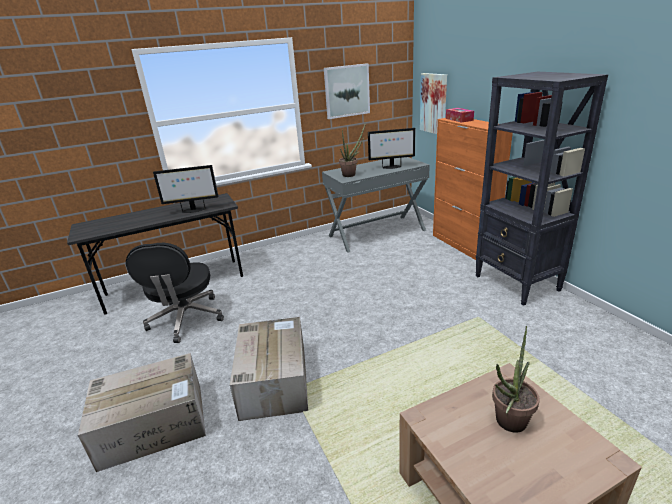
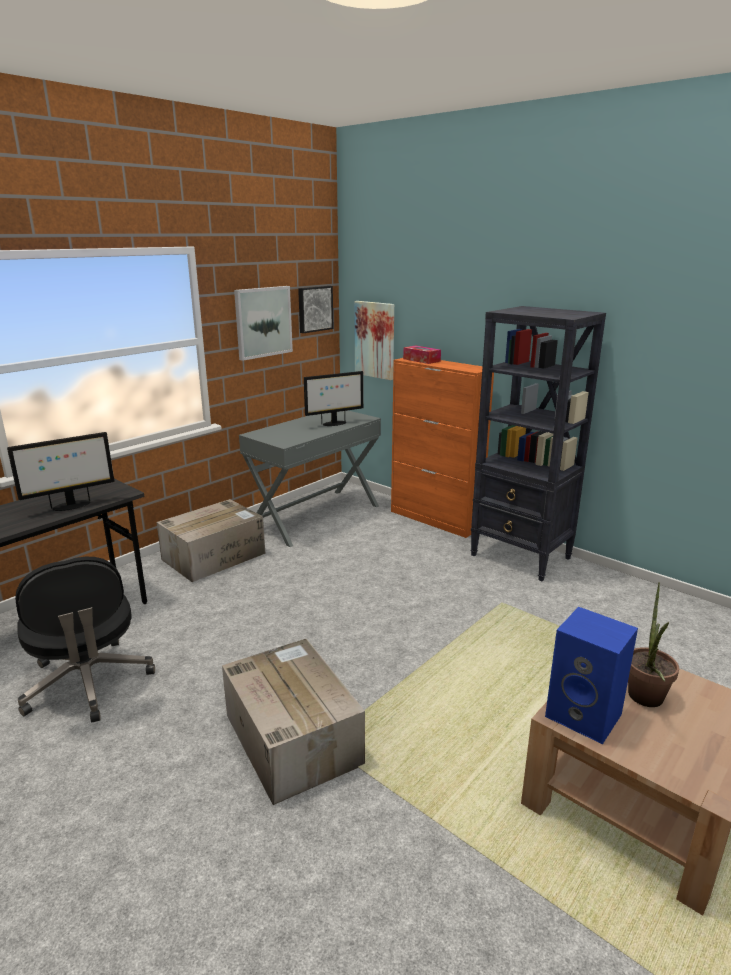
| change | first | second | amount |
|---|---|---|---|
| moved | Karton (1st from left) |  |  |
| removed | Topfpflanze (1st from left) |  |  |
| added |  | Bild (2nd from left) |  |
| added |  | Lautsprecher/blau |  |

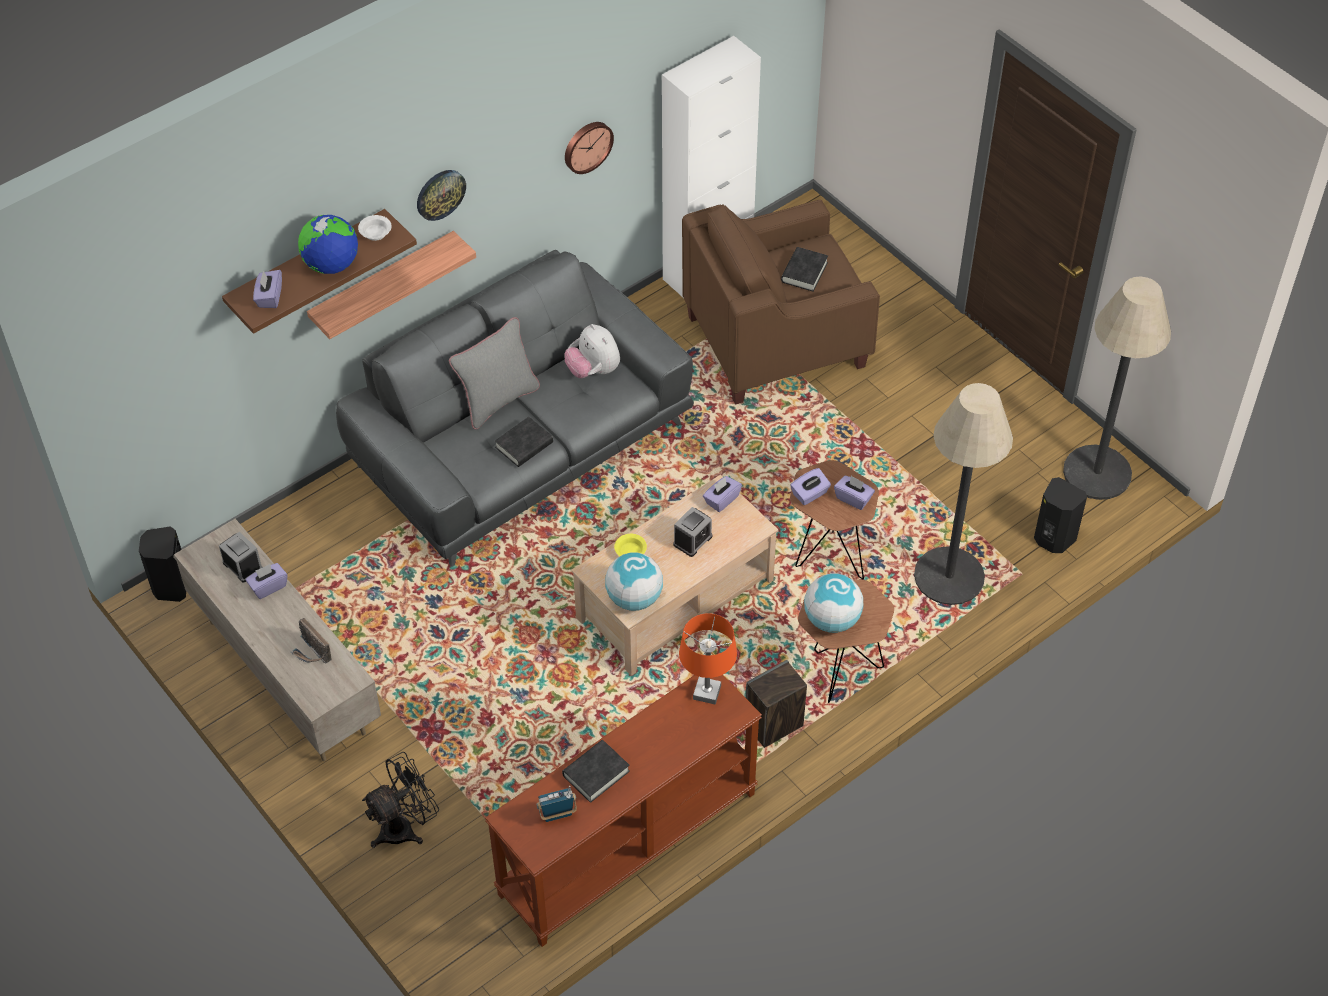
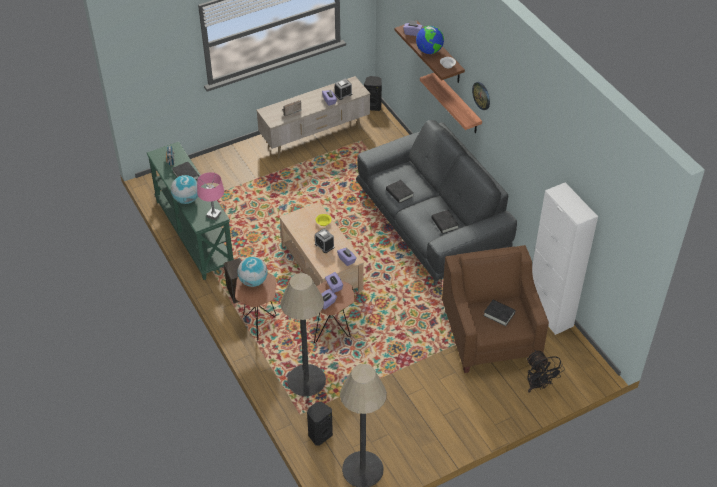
| change | first | second | amount |
|---|---|---|---|
| moved | Ventilator/schwarz |  |  |
| removed | Kissen/grau |  |  |
| recoloured | Konsolentisch/braun | Konsolentisch/grün |  |
| replaced | Plüschtier | Buch/schwarz (3rd from left) |  |
| removed | Wanduhr (2nd from left) |  |  |
| moved | Globus (2nd from left in the first image) | Globus (1st from left) |  |
| recoloured | Tischlampe/orange | Tischlampe/rosa |  |

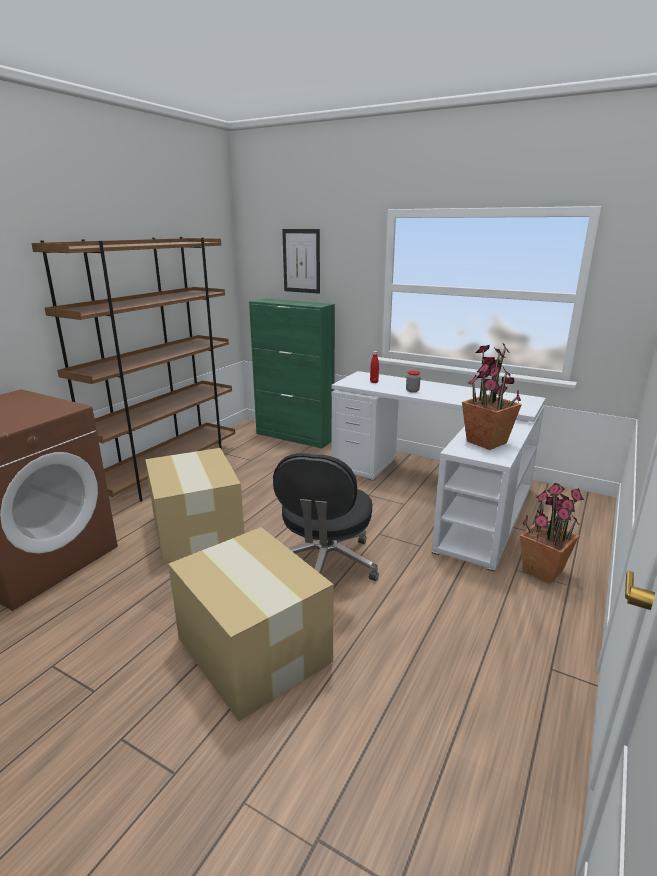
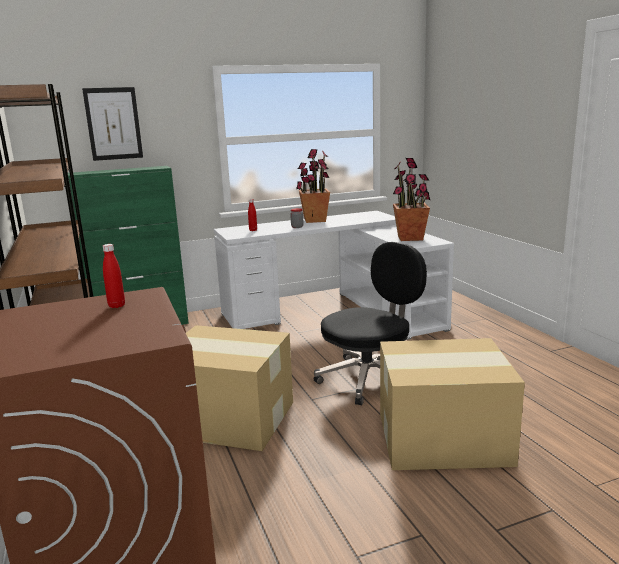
| change | first | second | amount |
|---|---|---|---|
| turned | Bürostuhl/schwarz |  | 90 degrees counterclockwise |
| moved | Topfpflanze (2nd from left in the first image) | Topfpflanze (1st from left) |  |
| added |  | Flasche/rot (1st from left) |  |

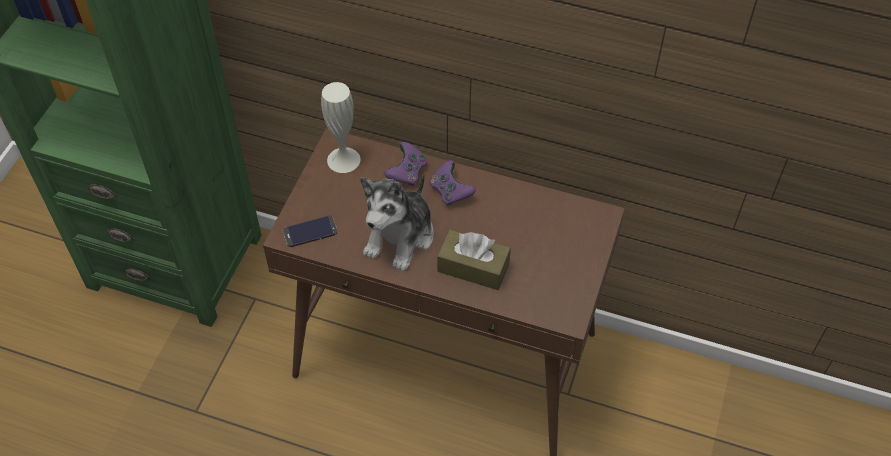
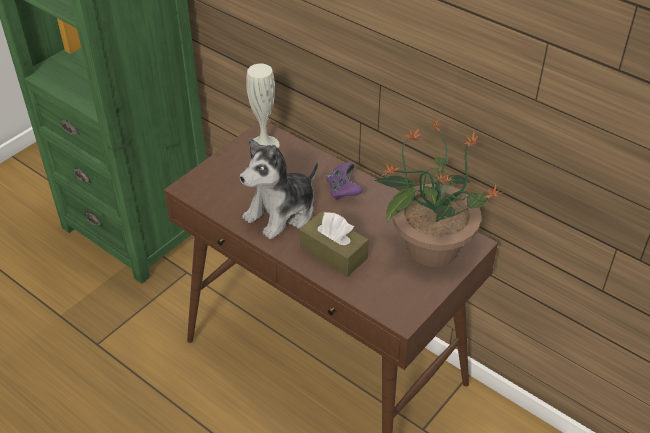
| change | first | second | amount |
|---|---|---|---|
| removed | Handy |  |  |
| removed | Gamepad/lila (1st from left) |  |  |
| added |  | Topfpflanze |  |

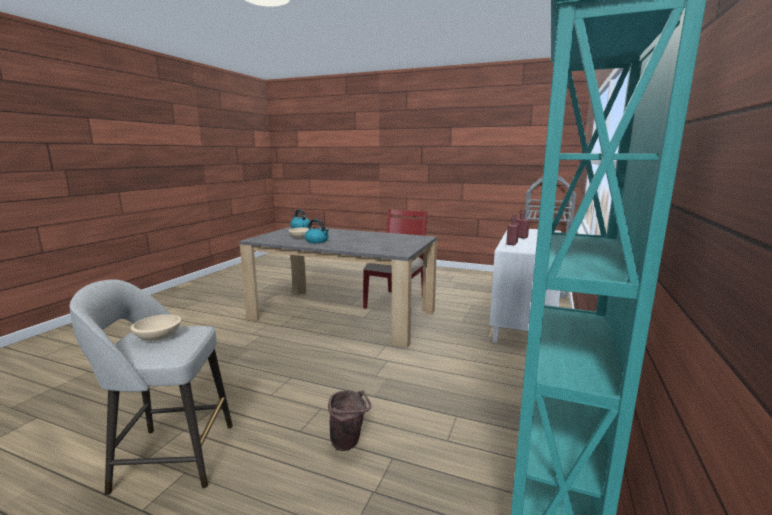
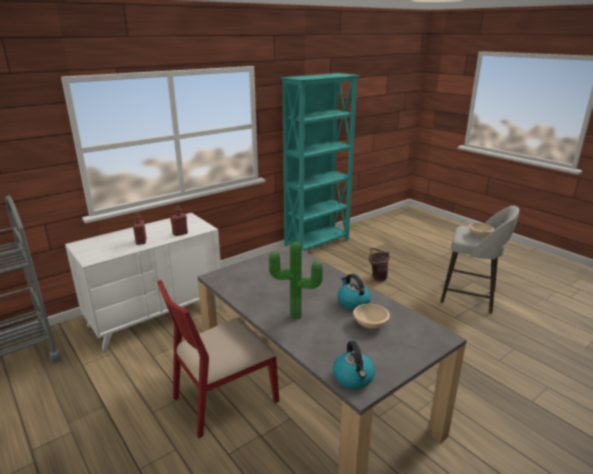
| change | first | second | amount |
|---|---|---|---|
| added |  | Topfpflanze |  |

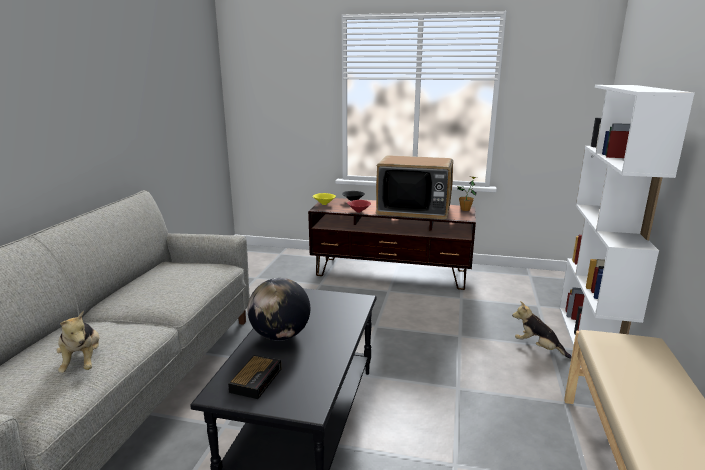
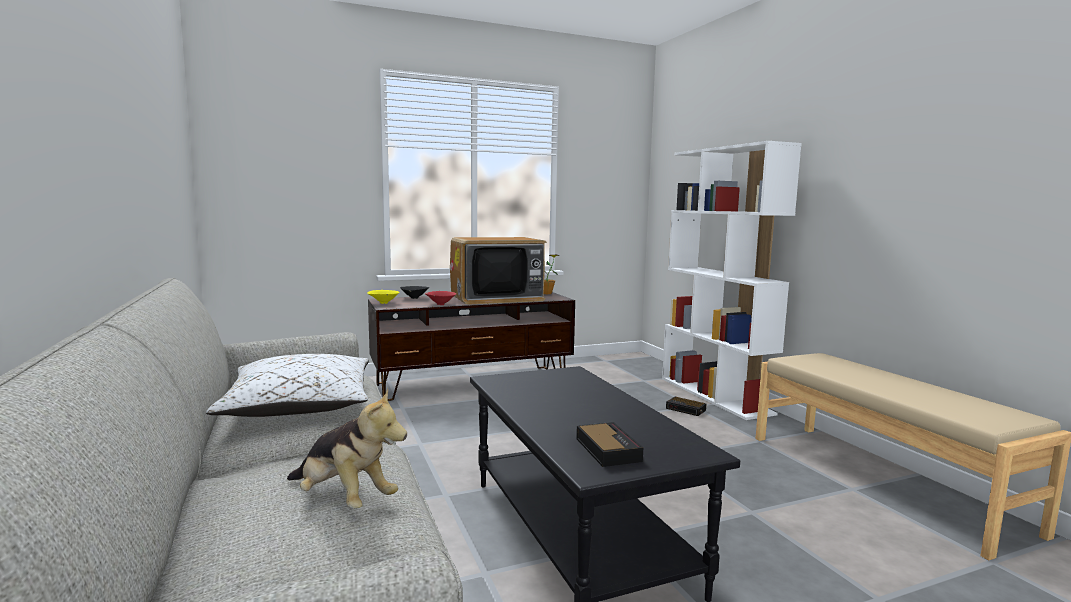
| change | first | second | amount |
|---|---|---|---|
| removed | Globus |  |  |
| replaced | Plüschtier (2nd from left) | Wecker (2nd from left) |  |
| added |  | Kissen/weiß |  |

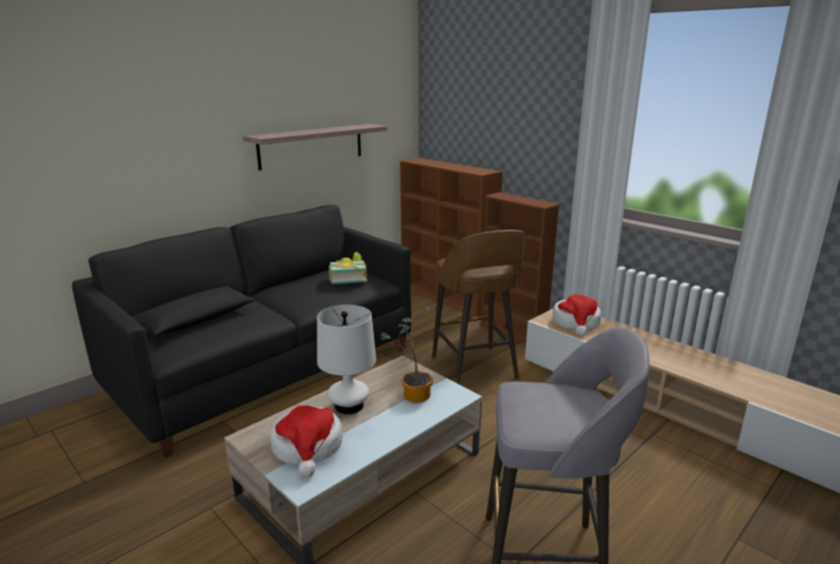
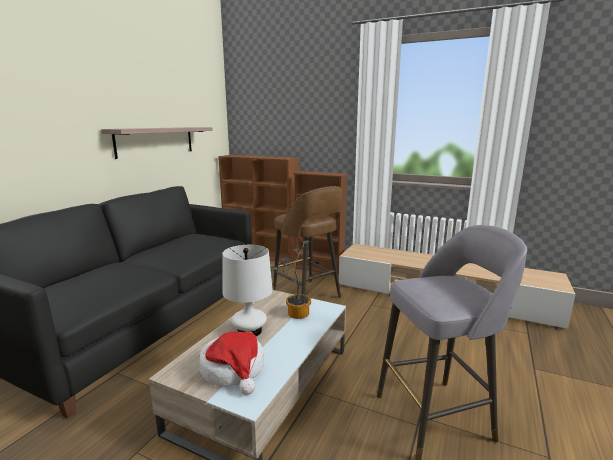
| change | first | second | amount |
|---|---|---|---|
| removed | Kissen/schwarz |  |  |
| removed | Buch |  |  |
| removed | Hut (2nd from left) |  |  |

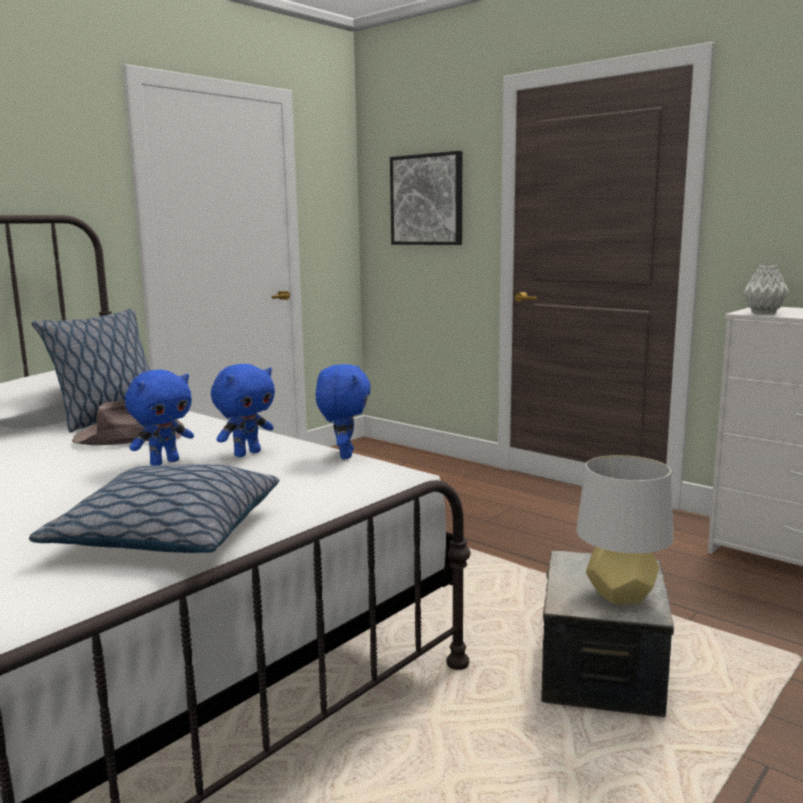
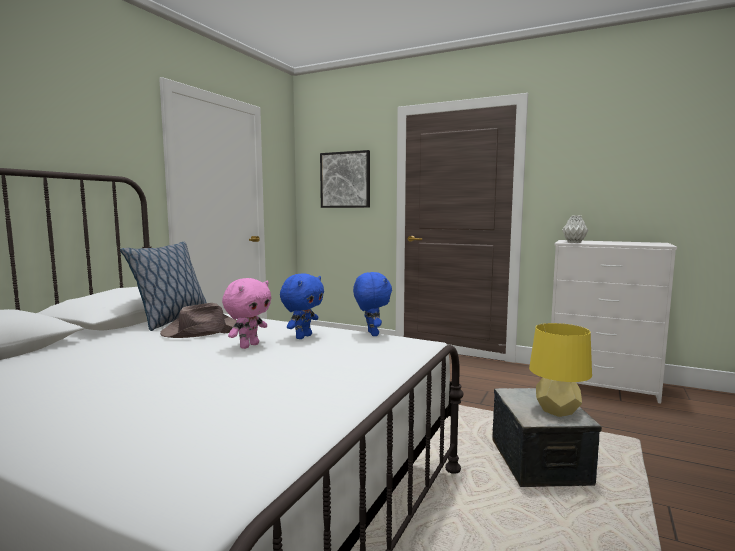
| change | first | second | amount |
|---|---|---|---|
| removed | Kissen (2nd from left) |  |  |
| recoloured | Plüschtier/blau (1st from left) | Plüschtier/rosa |  |
| recoloured | Tischlampe/grau | Tischlampe/gelb |  |

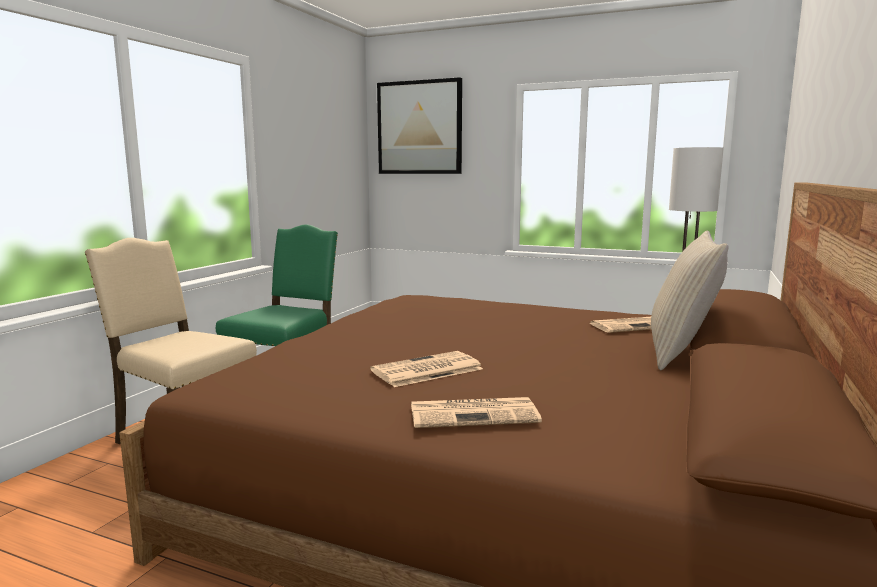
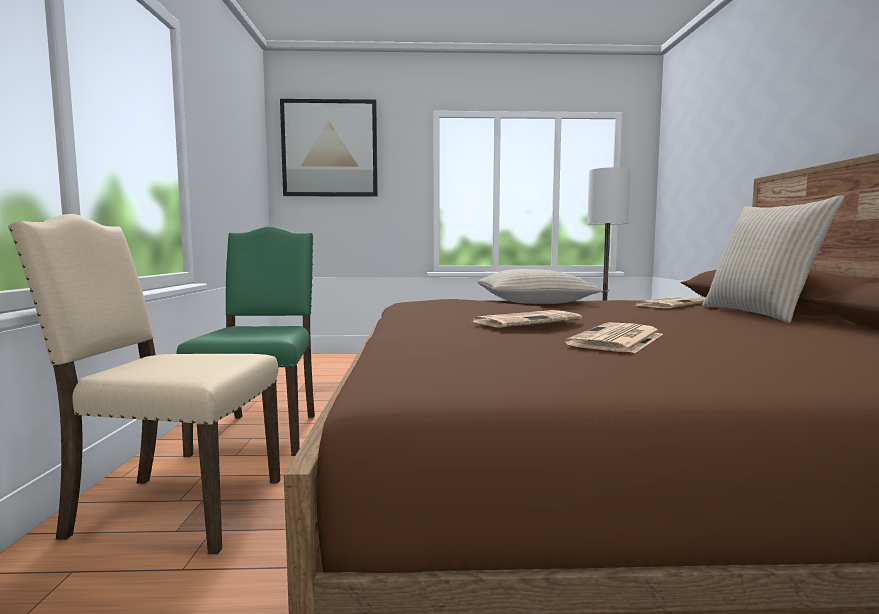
| change | first | second | amount |
|---|---|---|---|
| moved | Zeitung (2nd from left in the first image) | Zeitung (1st from left) |  |
| added |  | Kissen/beige (1st from left) |  |

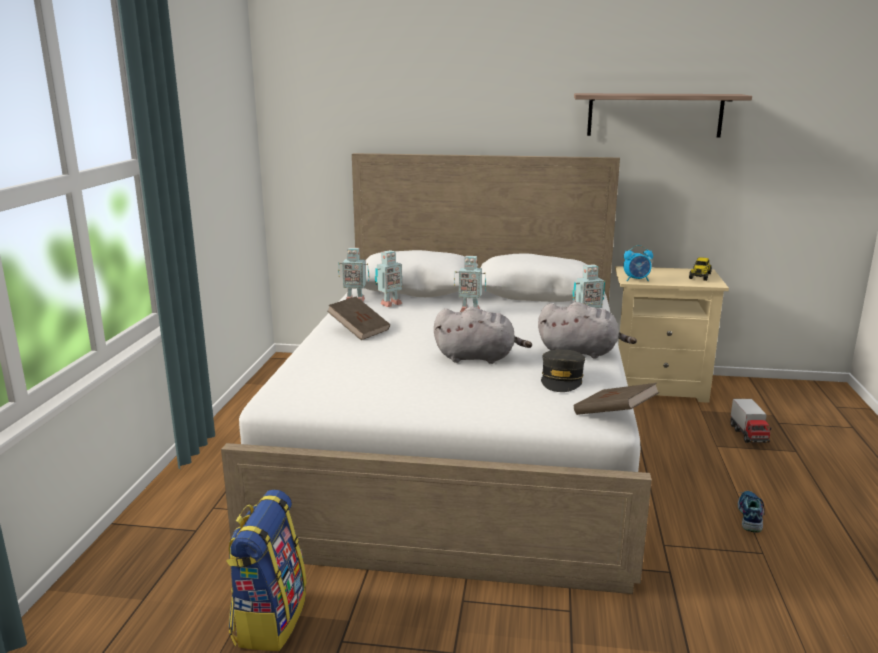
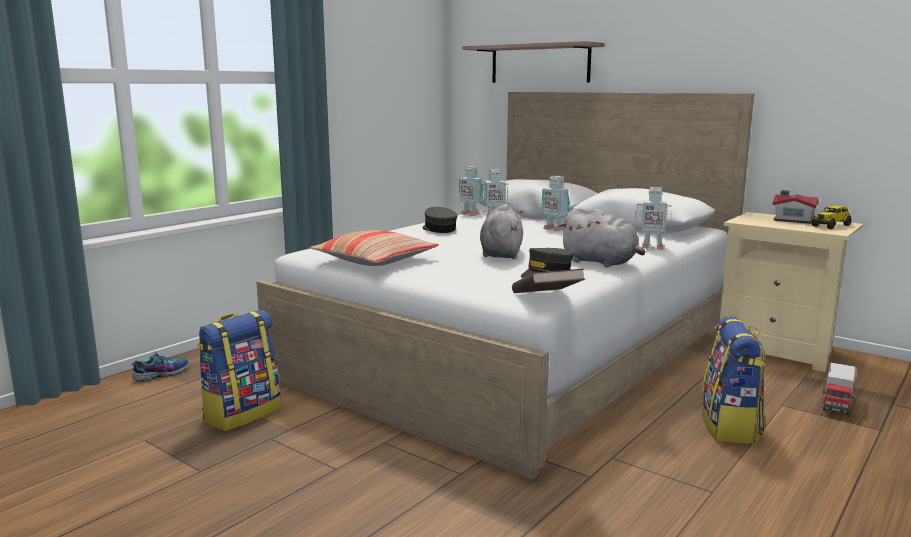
| change | first | second | amount |
|---|---|---|---|
| replaced | Buch/braun (1st from left) | Kappe/grau (1st from left) |  |
| turned | Plüschtier/grau (1st from left) |  | 120 degrees counterclockwise |
| moved | Wandregal |  |  |
| removed | Wecker |  |  |
| moved | Schuh |  |  |
| added |  | Kissen |  |
| added |  | Rucksack (2nd from left) |  |
| added |  | Spielzeughaus |  |

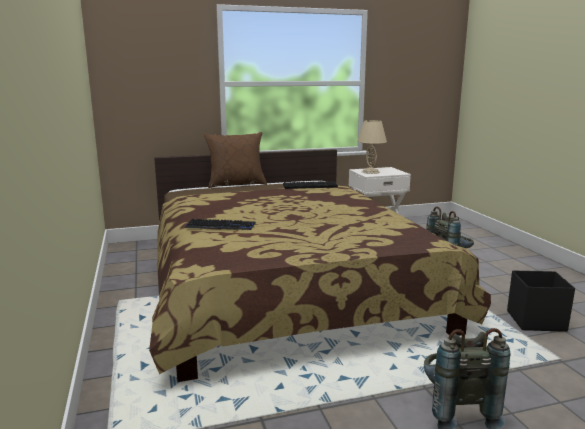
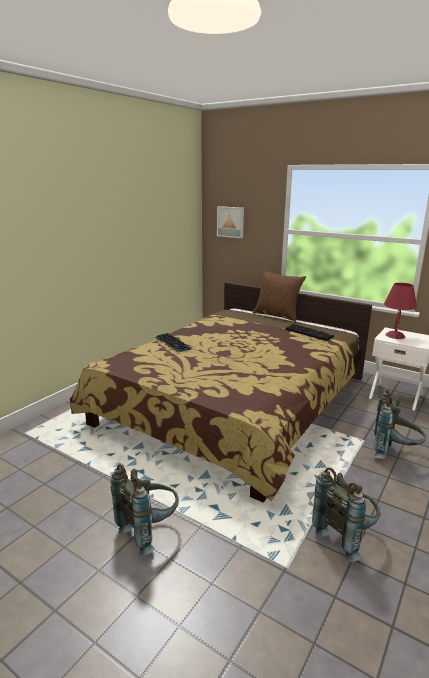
| change | first | second | amount |
|---|---|---|---|
| recoloured | Tischlampe/beige | Tischlampe/rot |  |
| replaced | Aufbewahrungsbox/schwarz | Rucksack/grau (2nd from left) |  |
| added |  | Bild |  |

